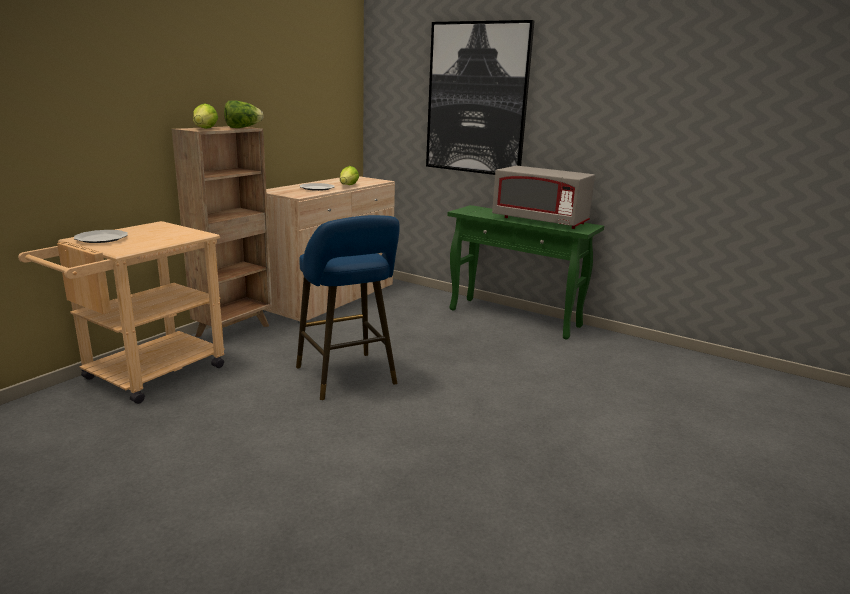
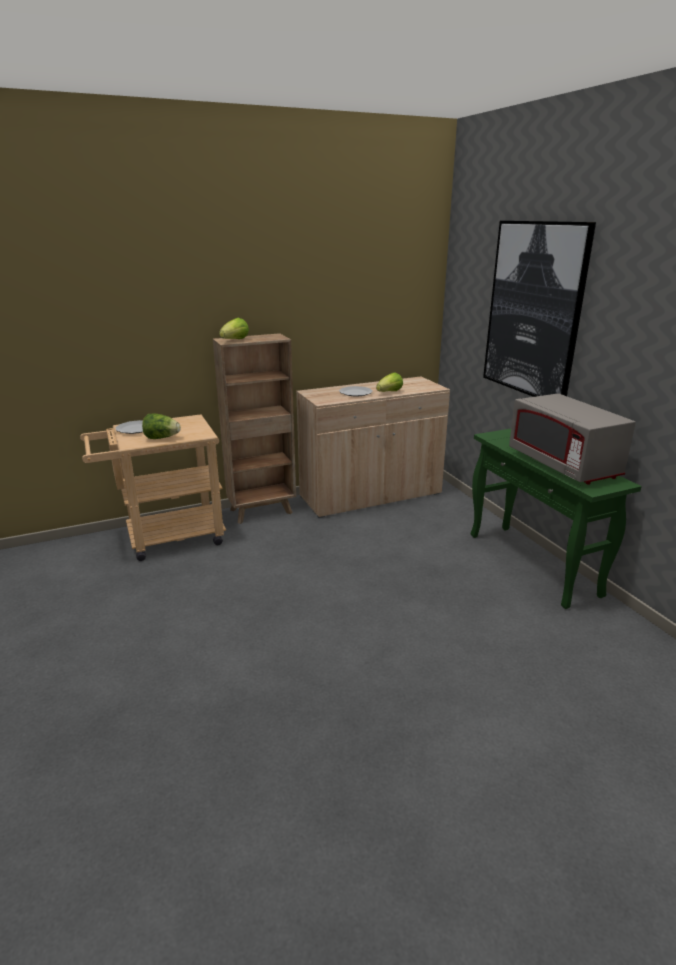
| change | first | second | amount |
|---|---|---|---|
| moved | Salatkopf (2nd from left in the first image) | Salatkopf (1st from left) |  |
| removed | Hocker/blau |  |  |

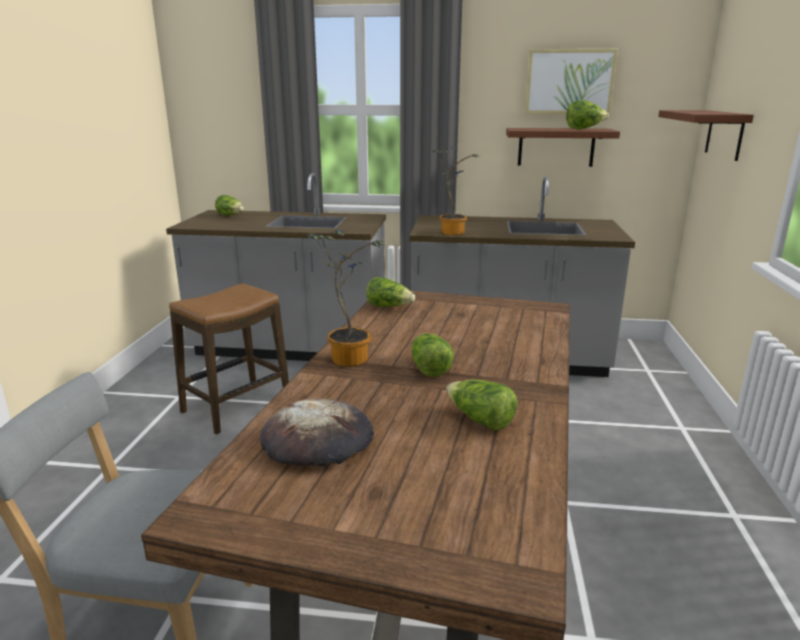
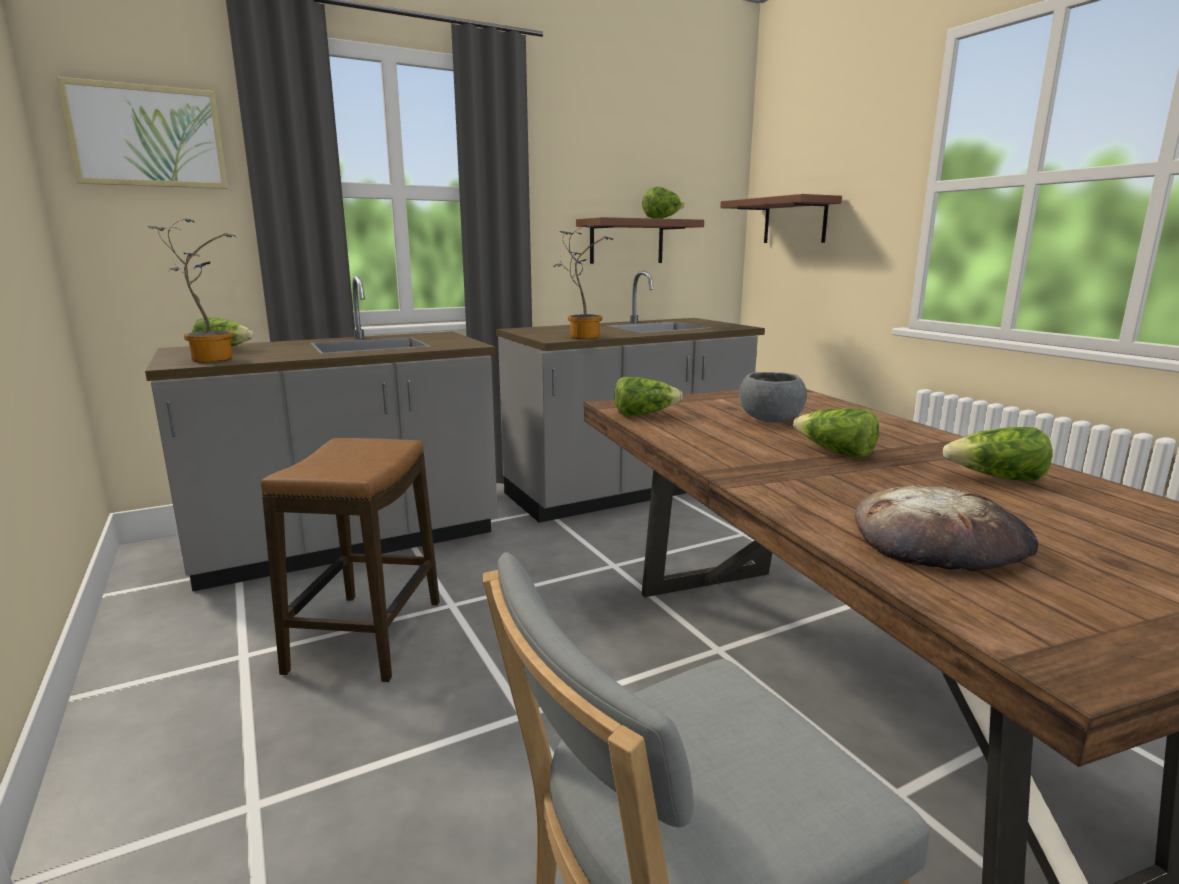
| change | first | second | amount |
|---|---|---|---|
| moved | Topfpflanze (1st from left) |  |  |
| moved | Bild |  |  |
| added |  | Schüssel/grau |  |

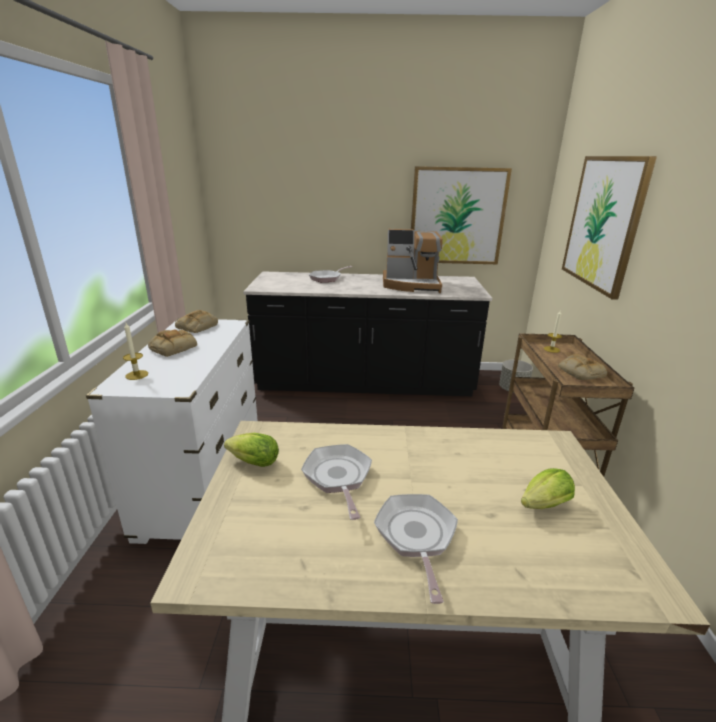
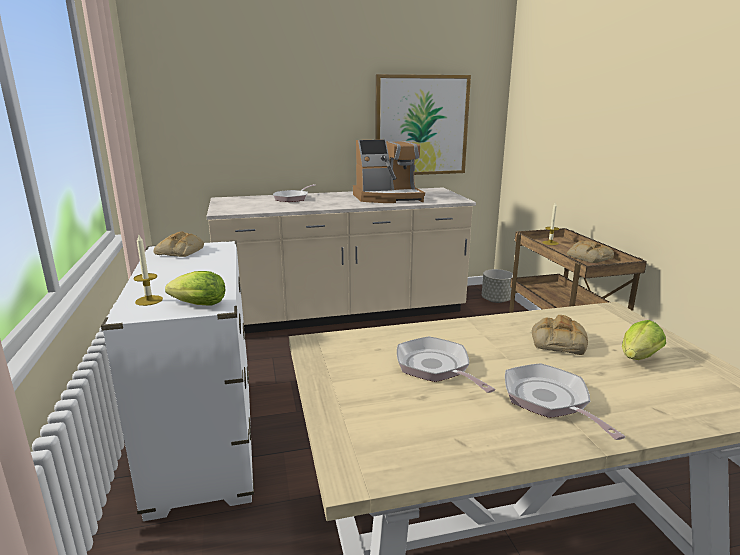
| change | first | second | amount |
|---|---|---|---|
| moved | Brot (1st from left in the first image) | Brot (2nd from left) |  |
| moved | Salatkopf (1st from left) |  |  |
| recoloured | Küchenzeile/schwarz | Küchenzeile/beige |  |
| removed | Bild (2nd from left) |  |  |

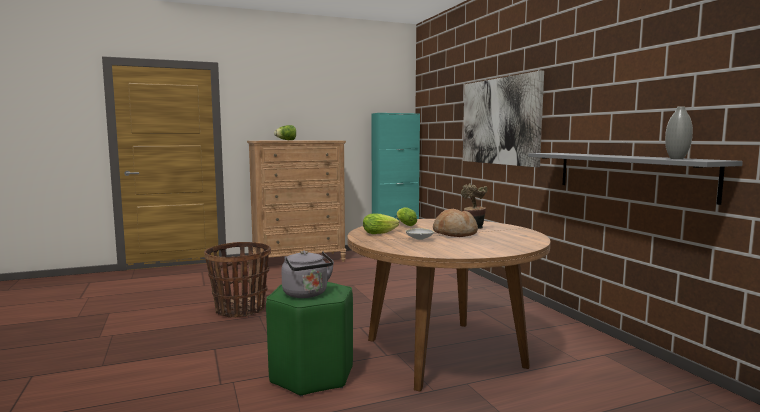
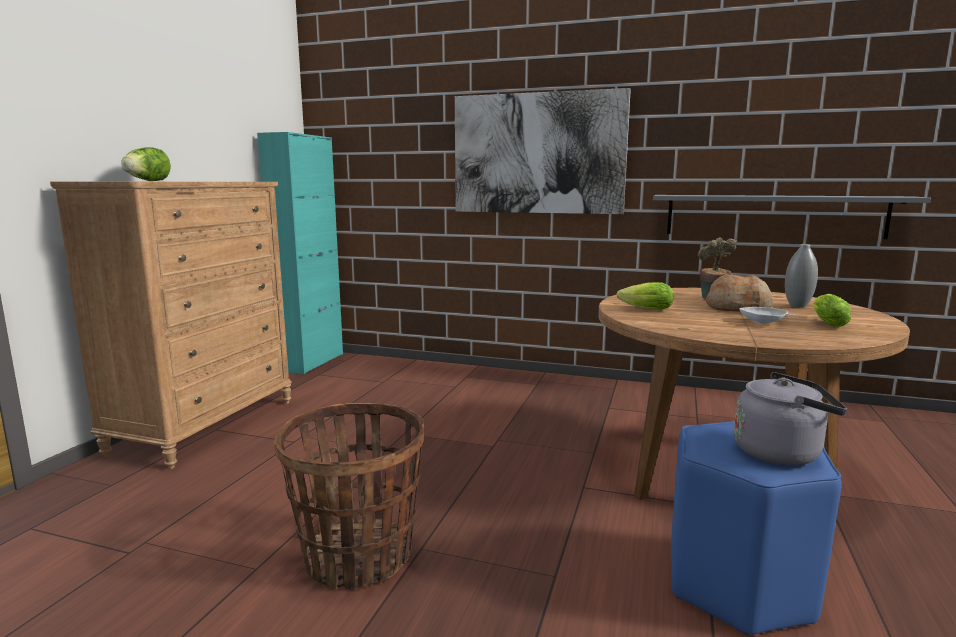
| change | first | second | amount |
|---|---|---|---|
| recoloured | Hocker/grün | Hocker/blau |  |
| moved | Salatkopf (2nd from left in the first image) | Salatkopf (3rd from left) |  |
| moved | Vase/grau |  |  |

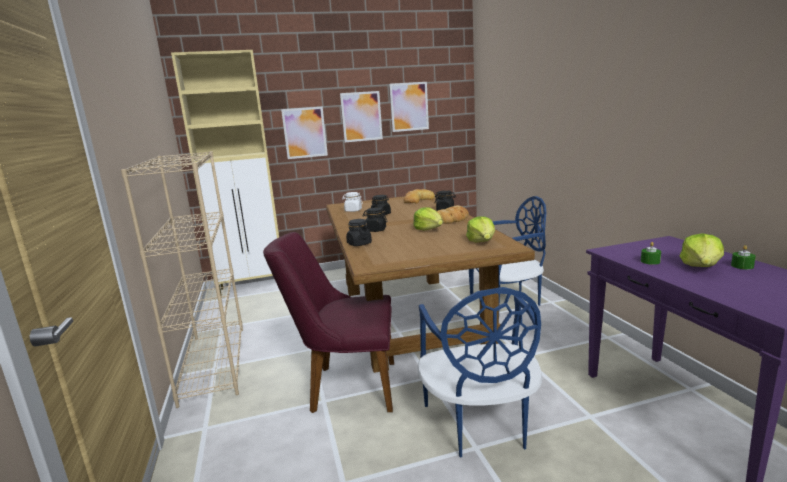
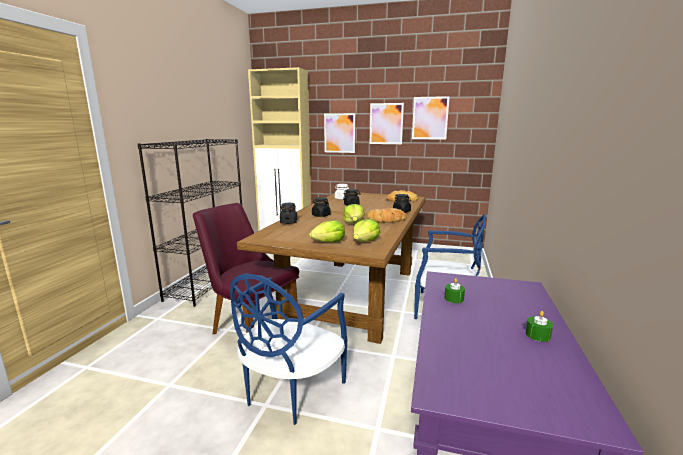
| change | first | second | amount |
|---|---|---|---|
| recoloured | Bücherregal/beige | Bücherregal/schwarz |  |
| moved | Salatkopf (3rd from left in the first image) | Salatkopf (1st from left) |  |

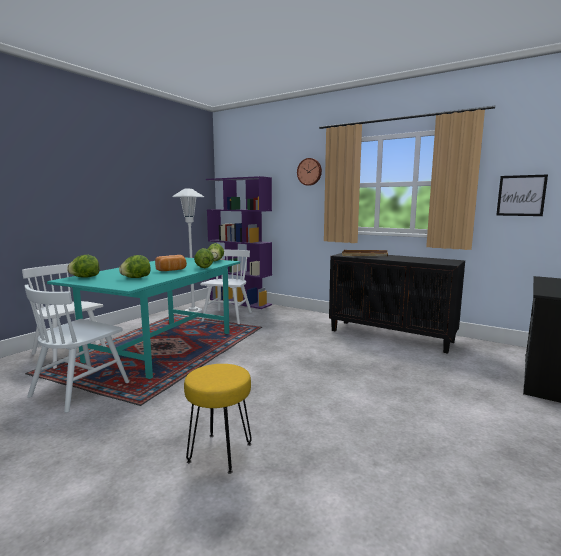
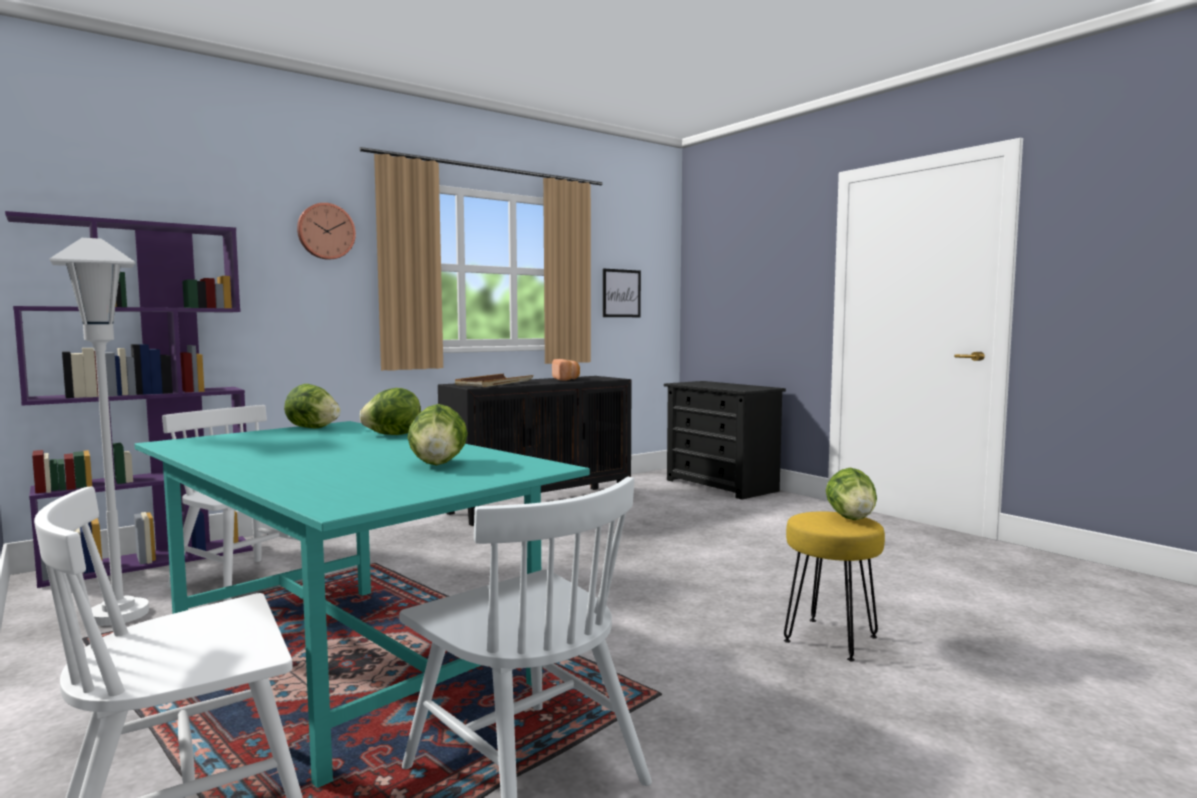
| change | first | second | amount |
|---|---|---|---|
| moved | Salatkopf (1st from left in the first image) | Salatkopf (4th from left) |  |
| moved | Brot |  |  |

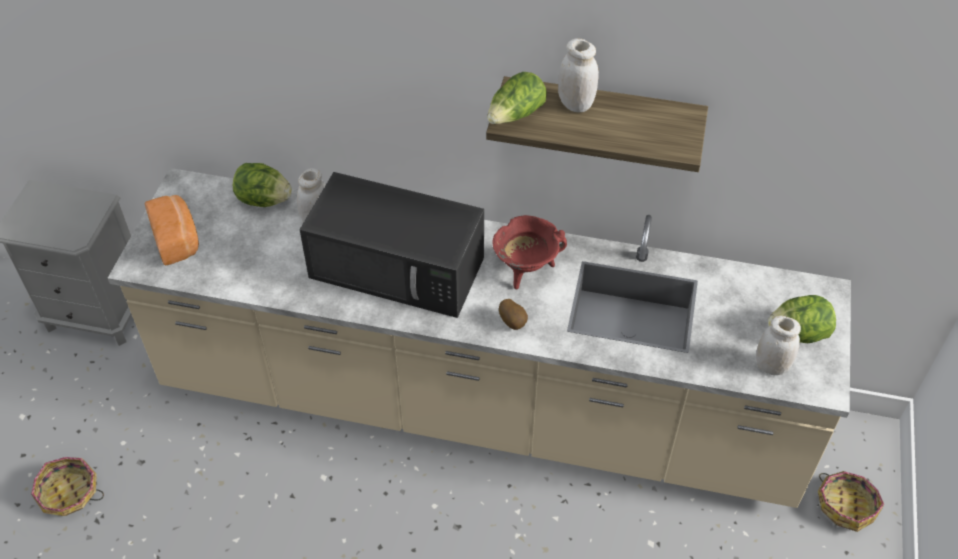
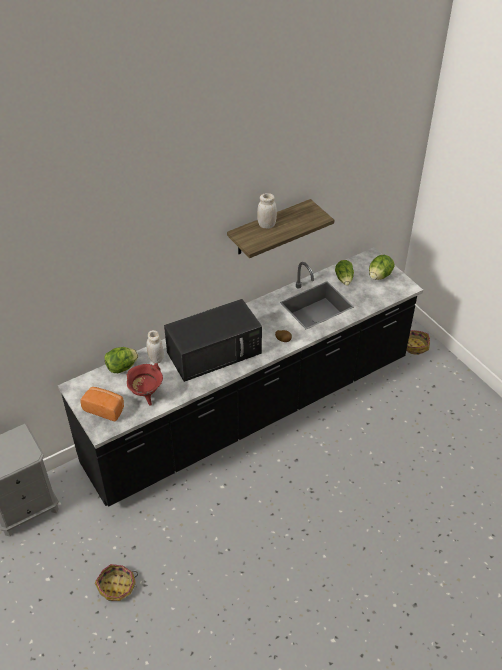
| change | first | second | amount |
|---|---|---|---|
| recoloured | Küchenzeile/beige | Küchenzeile/schwarz |  |
| moved | Salatkopf (2nd from left) |  |  |
| moved | Kochtopf/rot |  |  |
| removed | Vorratsglas/weiß (3rd from left) |  |  |

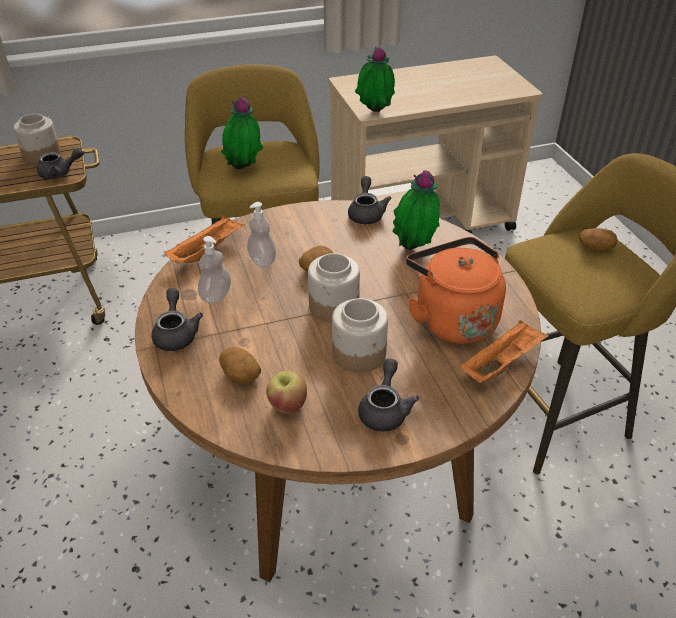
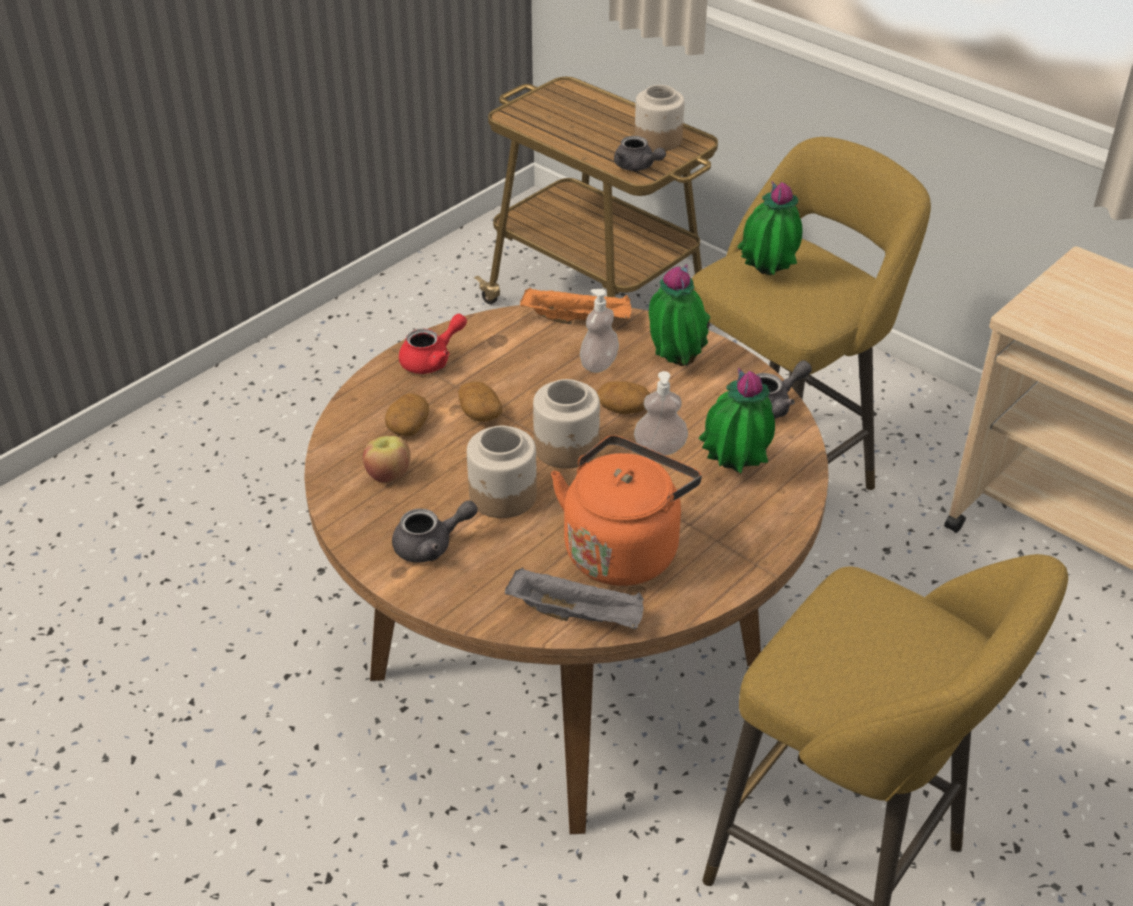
| change | first | second | amount |
|---|---|---|---|
| recoloured | Teekanne/grau (2nd from left) | Teekanne/rot |  |
| moved | Seifenspender (1st from left in the first image) | Seifenspender (2nd from left) |  |
| moved | Topfpflanze (2nd from left in the first image) | Topfpflanze (1st from left) |  |
| recoloured | Tablett/orange (2nd from left) | Tablett/grau |  |
| moved | Kartoffel (3rd from left in the first image) | Kartoffel (2nd from left) |  |

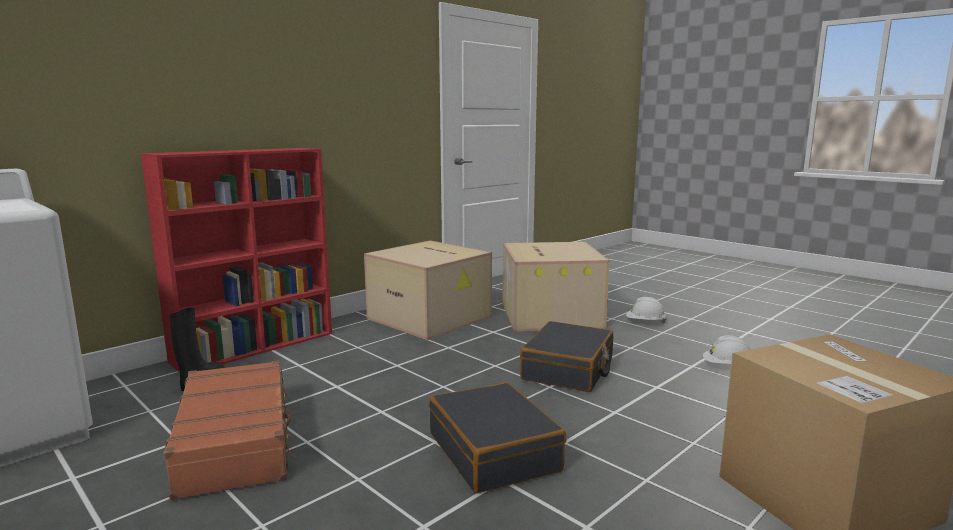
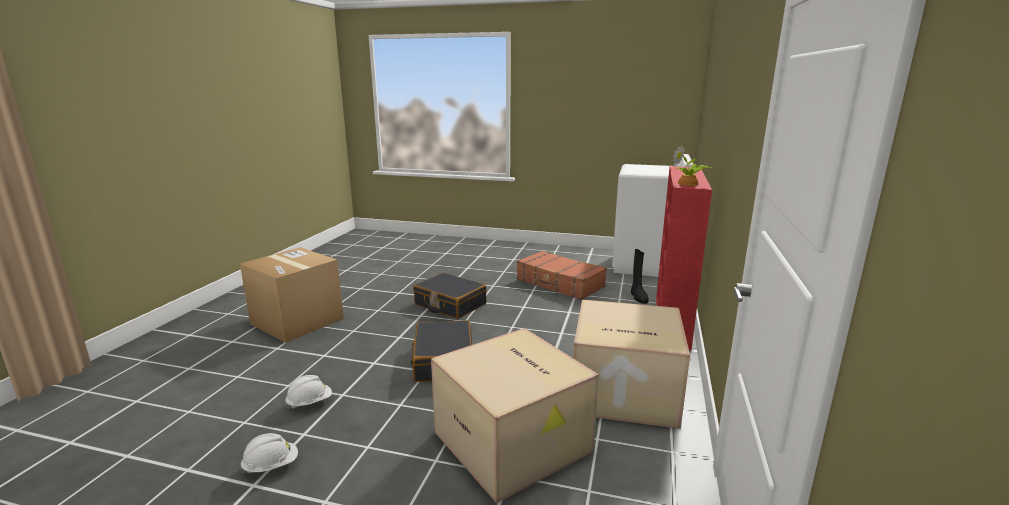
| change | first | second | amount |
|---|---|---|---|
| moved | Schutzhelm/weiß (1st from left) |  |  |
| added |  | Topfpflanze |  |

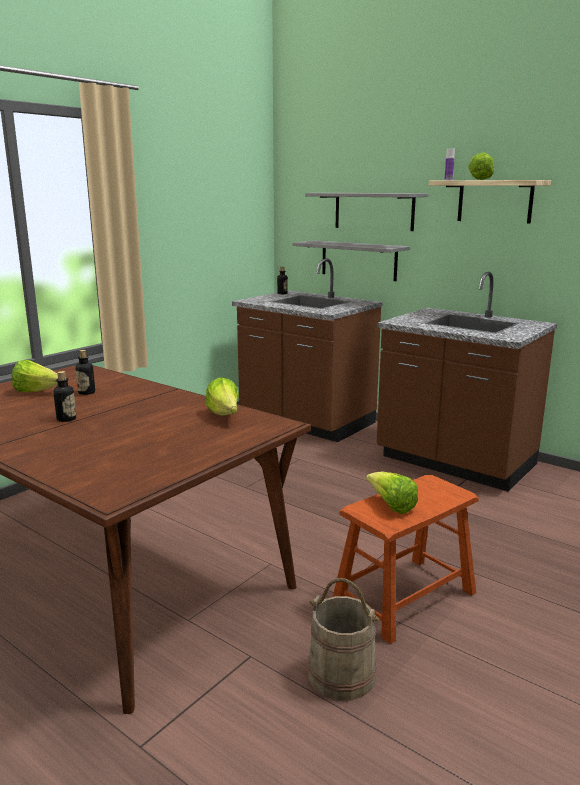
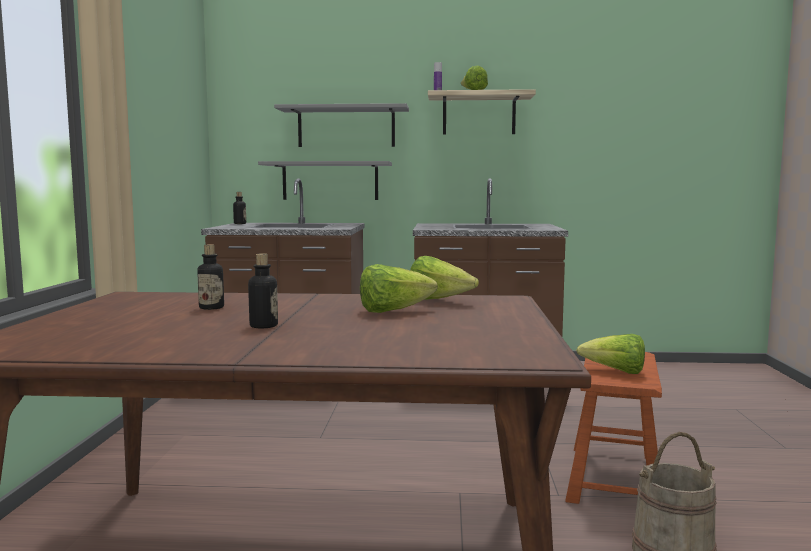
| change | first | second | amount |
|---|---|---|---|
| moved | Salatkopf (1st from left) |  |  |

